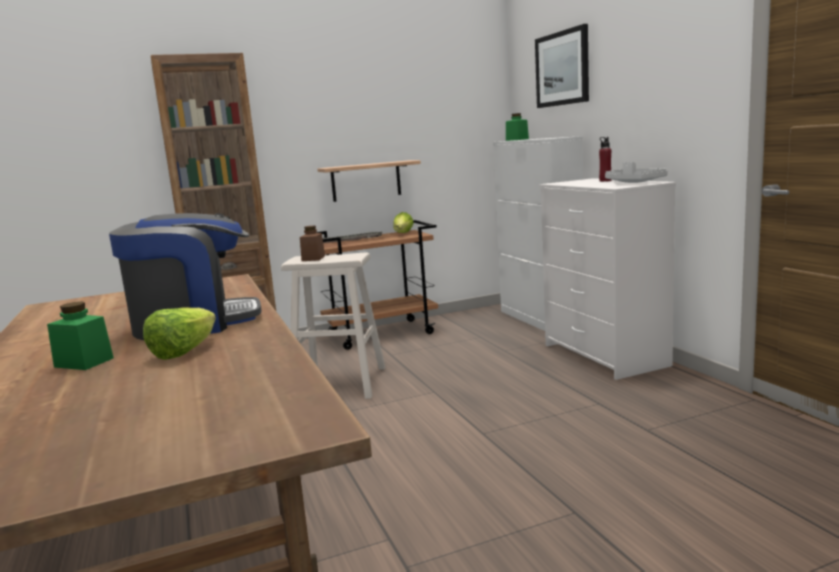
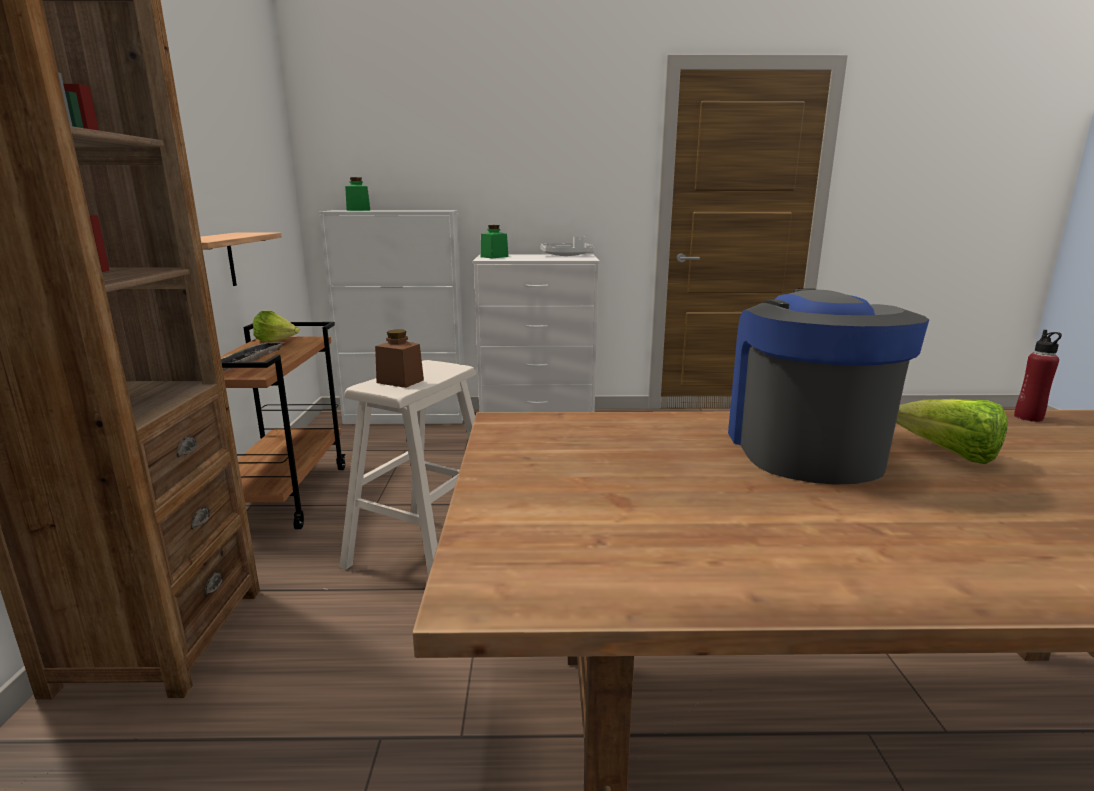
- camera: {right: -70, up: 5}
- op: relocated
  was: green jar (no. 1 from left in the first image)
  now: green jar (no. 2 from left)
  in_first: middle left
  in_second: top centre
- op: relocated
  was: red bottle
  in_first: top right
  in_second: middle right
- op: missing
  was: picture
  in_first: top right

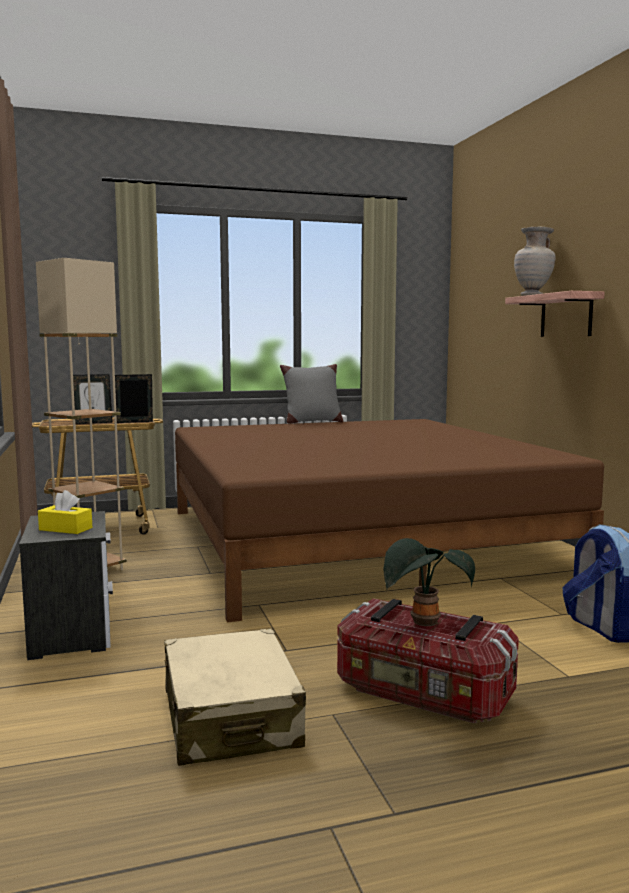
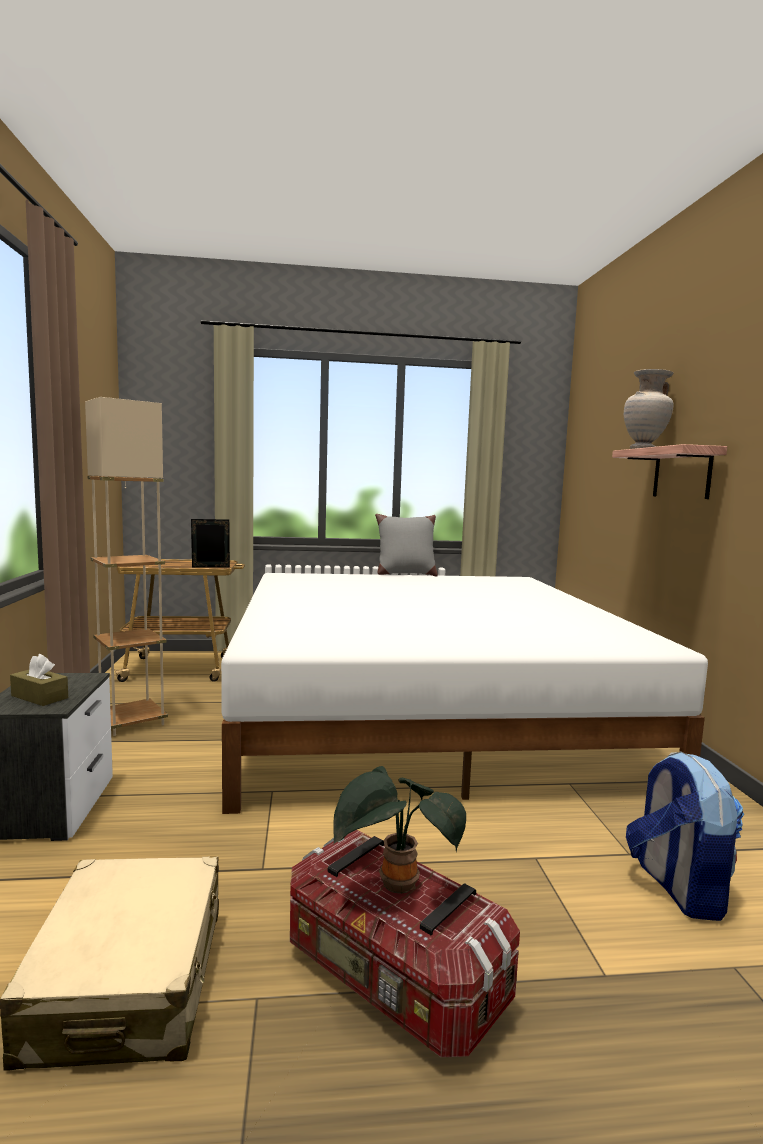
- camera: {right: 10, up: 0}
- op: colour
  was: yellow tissue box
  now: brown tissue box
  in_first: middle left
  in_second: middle left
- op: colour
  was: brown bed
  now: white bed
  in_first: centre
  in_second: centre
- op: missing
  was: picture frame (no. 1 from left)
  in_first: middle left

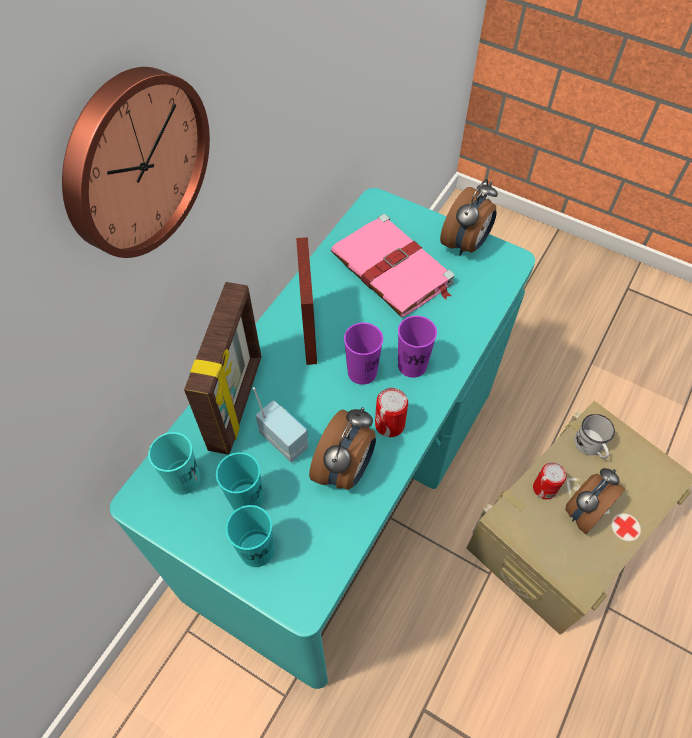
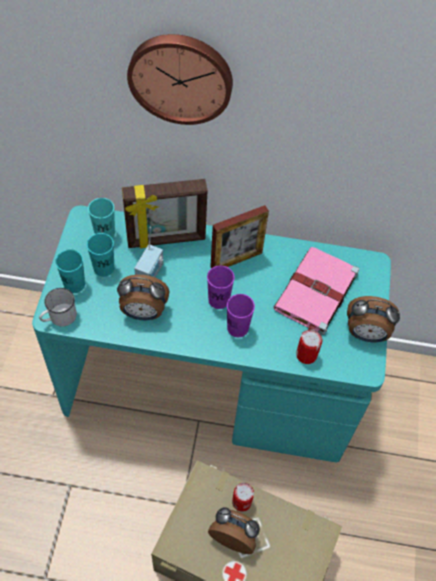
- camera: {right: 65, up: 0}
- op: relocated
  was: white mug
  in_first: middle right
  in_second: middle left
- op: relocated
  was: can (no. 1 from left in the first image)
  now: can (no. 2 from left)
  in_first: centre
  in_second: middle right

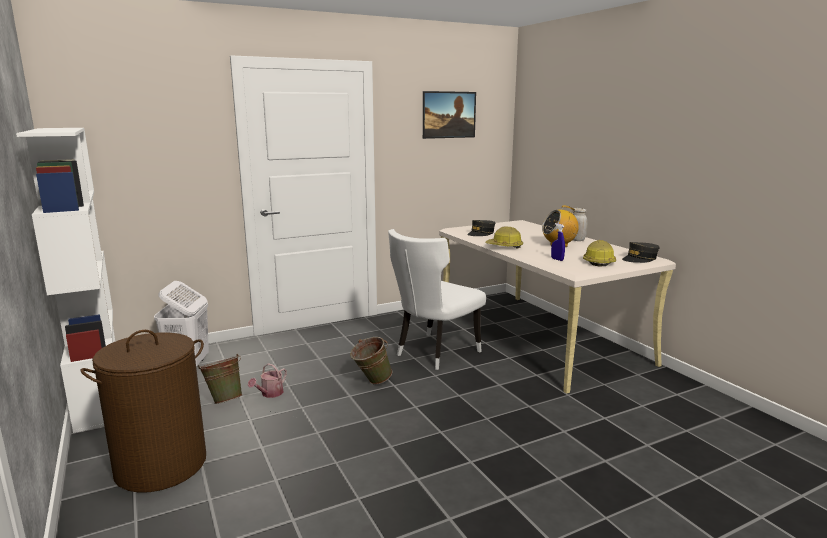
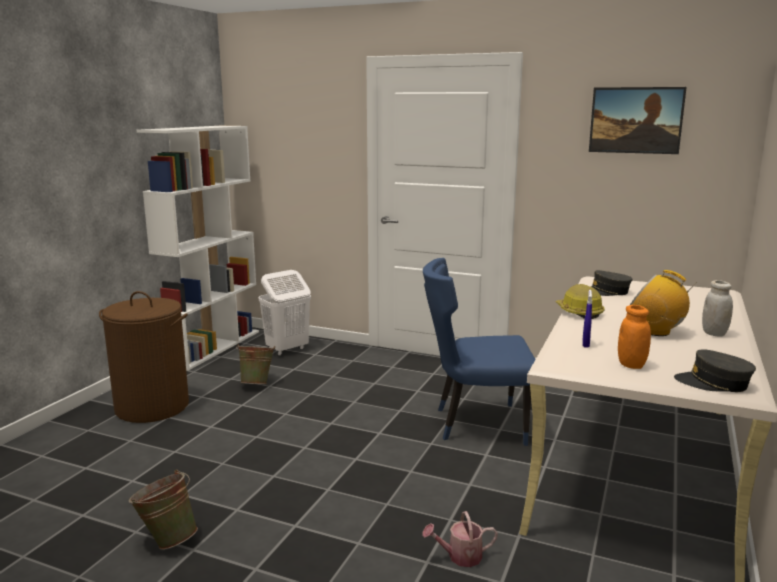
- camera: {right: 50, up: 0}
- op: relocated
  was: green bucket (no. 2 from left in the first image)
  now: green bucket (no. 1 from left)
  in_first: bottom centre
  in_second: bottom left
- op: relocated
  was: watering can
  in_first: bottom left
  in_second: bottom centre
- op: colour
  was: white chair
  now: blue chair
  in_first: centre
  in_second: centre
- op: exchanged
  was: hard hat (no. 2 from left)
  now: orange jar
  in_first: middle right
  in_second: middle right

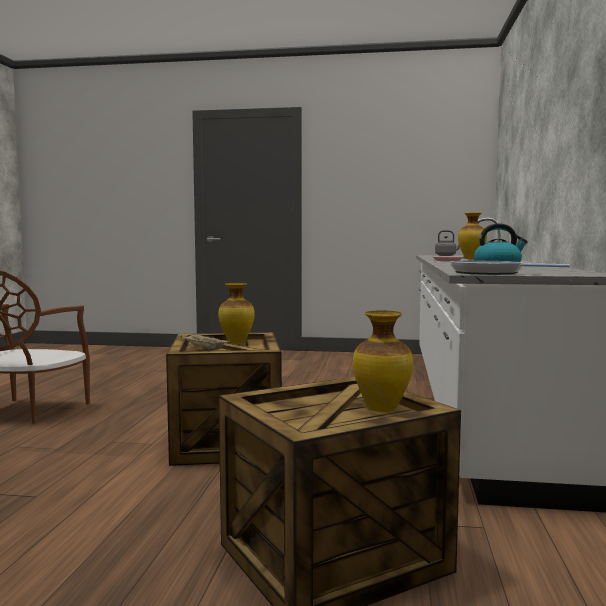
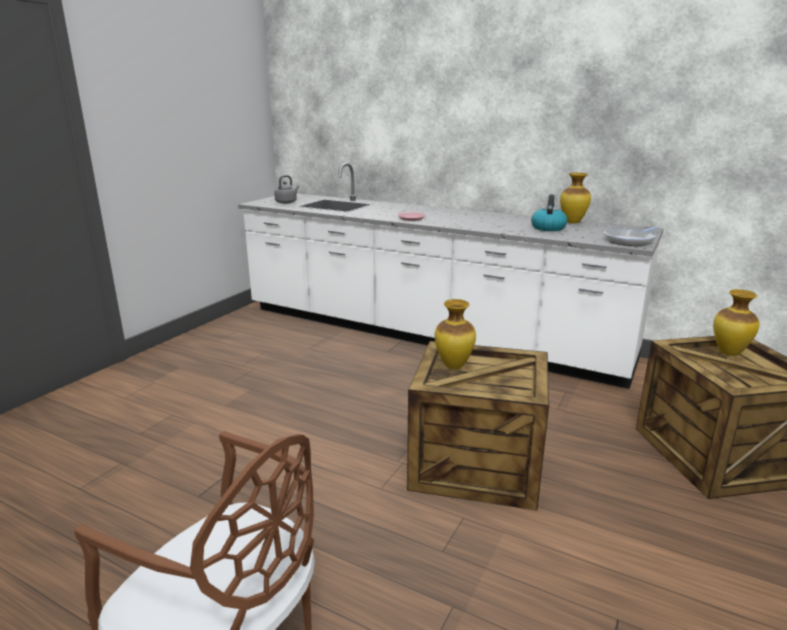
- camera: {right: -70, up: 15}
- op: relocated
  was: vase (no. 3 from left in the first image)
  now: vase (no. 2 from left)
  in_first: middle right
  in_second: top right
- op: missing
  was: beige tray
  in_first: centre

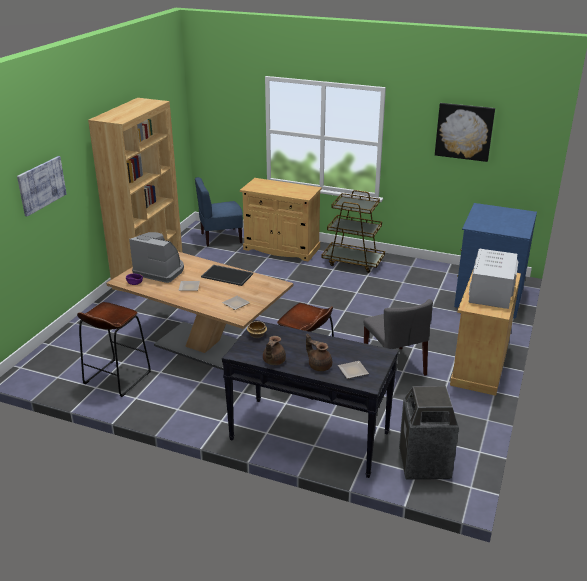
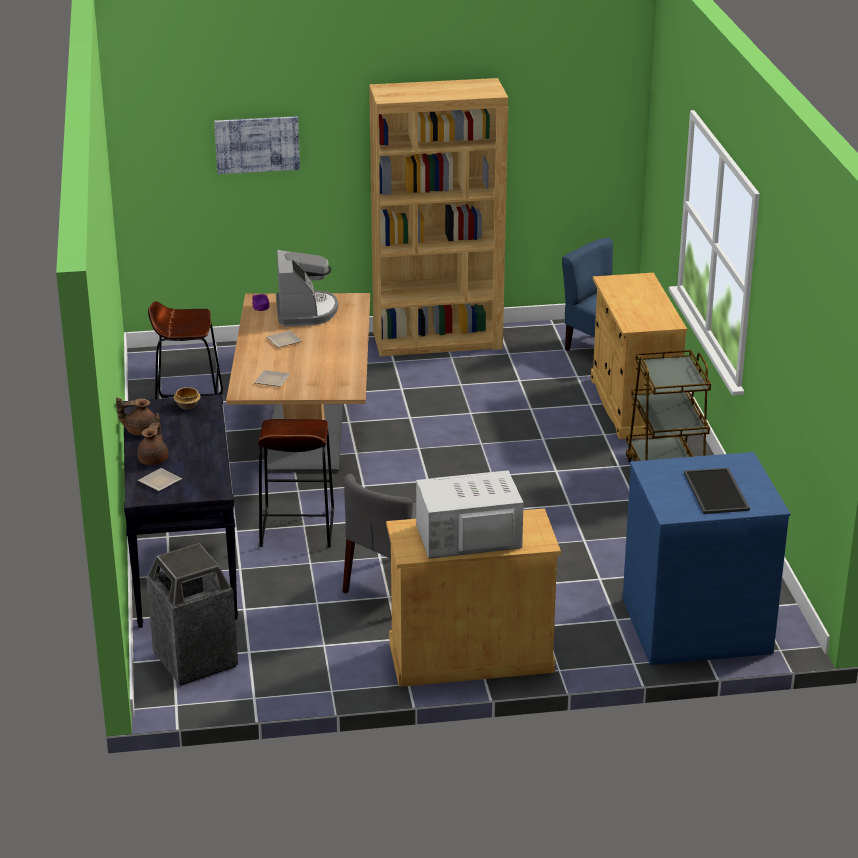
- camera: {right: 60, up: 0}
- op: relocated
  was: tray
  in_first: centre
  in_second: middle right
- op: missing
  was: picture (no. 2 from left)
  in_first: top right

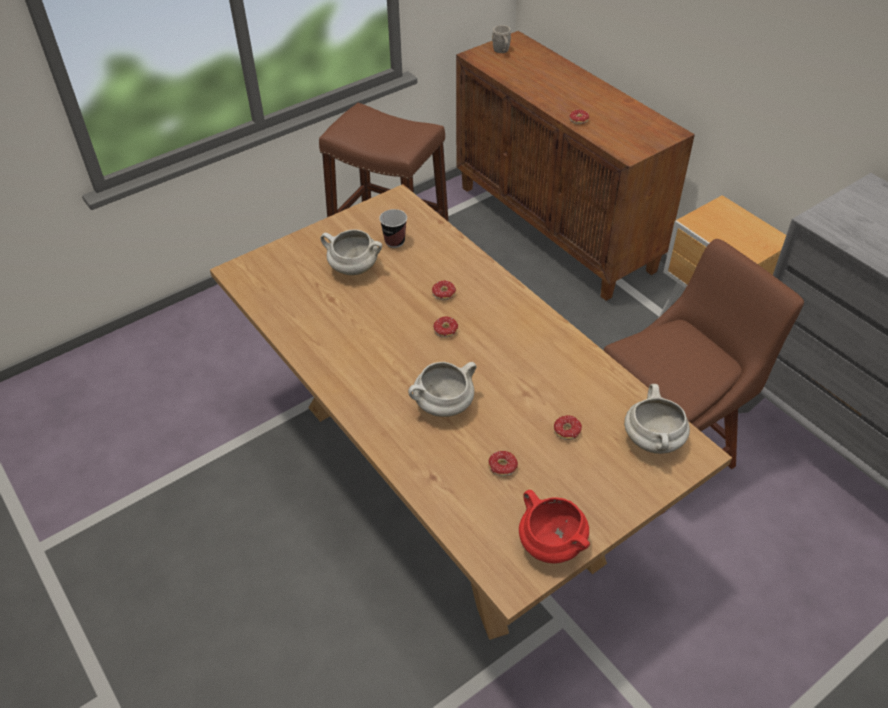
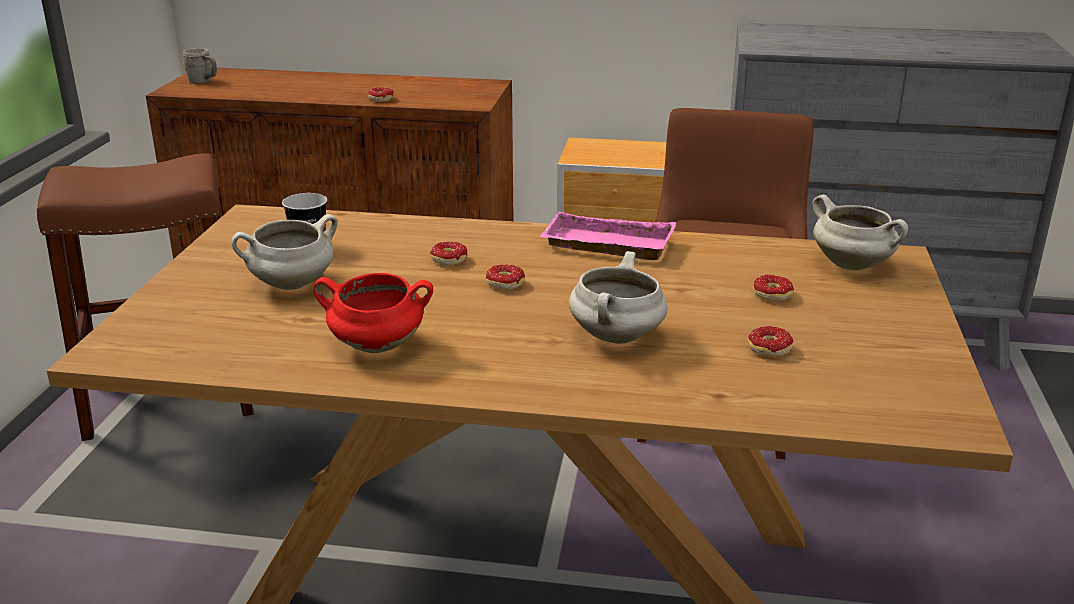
- camera: {right: -45, up: -20}
- op: relocated
  was: red cooking pot
  in_first: bottom centre
  in_second: centre
- op: appeared
  now: pink tray
  in_second: centre

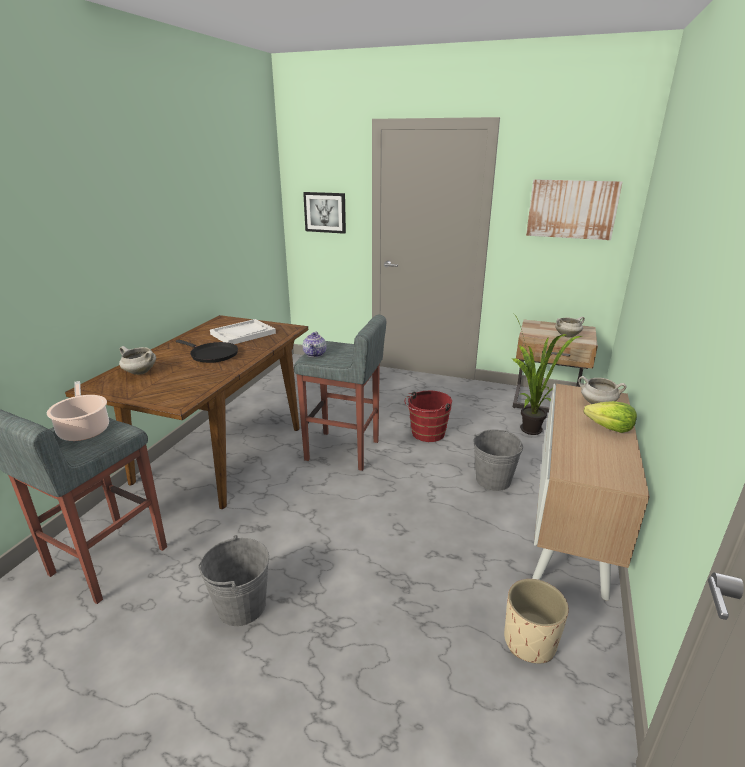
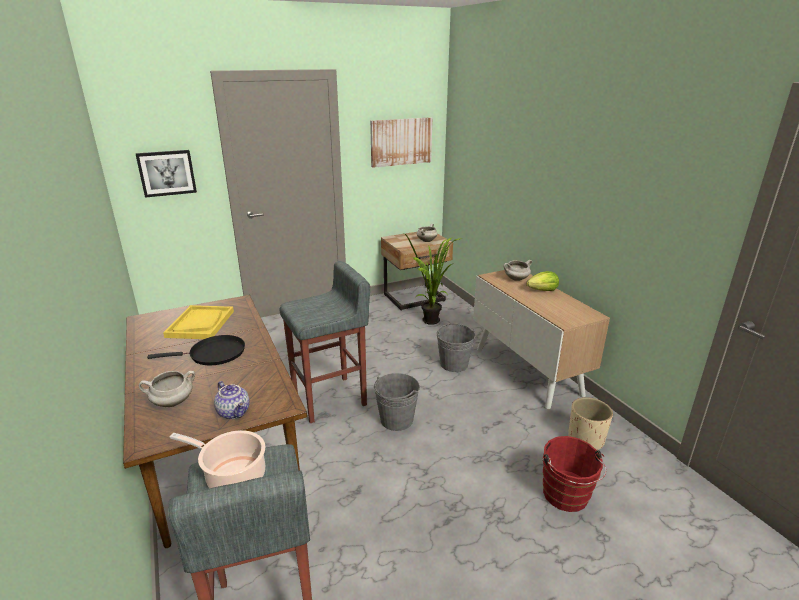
- camera: {right: -45, up: 0}
- op: colour
  was: white tray
  now: yellow tray
  in_first: middle left
  in_second: middle left
- op: relocated
  was: teapot
  in_first: centre
  in_second: bottom left
- op: relocated
  was: grey bucket (no. 1 from left)
  in_first: bottom left
  in_second: bottom centre
- op: relocated
  was: red bucket
  in_first: centre
  in_second: bottom right

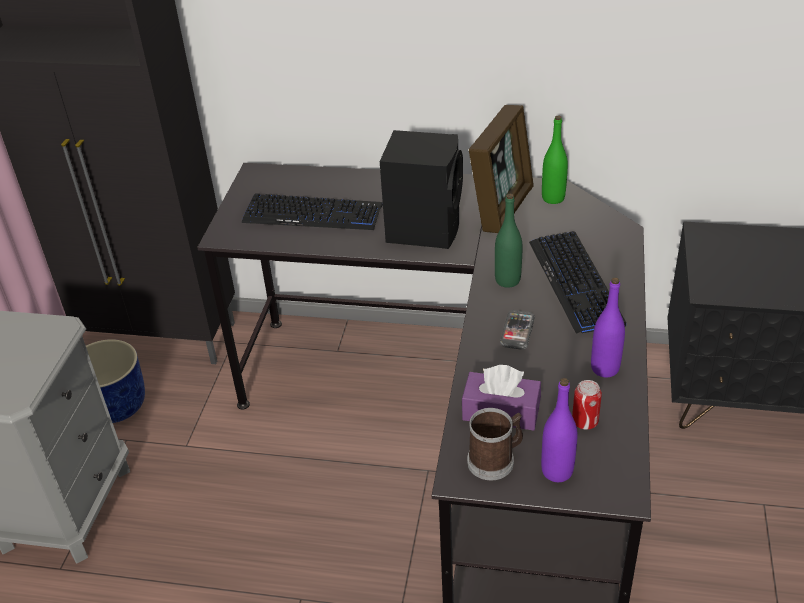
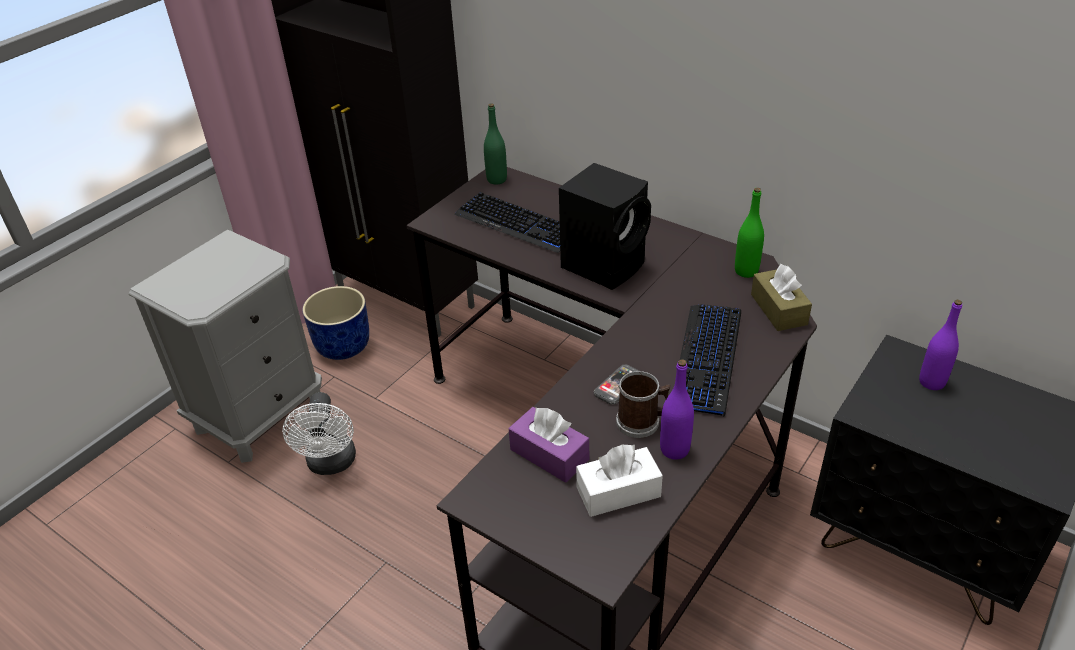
- camera: {right: 25, up: 0}
- op: appeared
  now: white fan
  in_second: middle left
- op: relocated
  was: green bottle (no. 1 from left)
  in_first: centre
  in_second: top centre
- op: exchanged
  was: can
  now: white tissue box
  in_first: bottom right
  in_second: bottom centre
- op: relocated
  was: mug
  in_first: bottom centre
  in_second: centre
- op: appeared
  now: brown tissue box
  in_second: middle right
- op: relocated
  was: purple bottle (no. 1 from left in the first image)
  now: purple bottle (no. 2 from left)
  in_first: bottom right
  in_second: middle right
- op: missing
  was: picture frame
  in_first: top centre

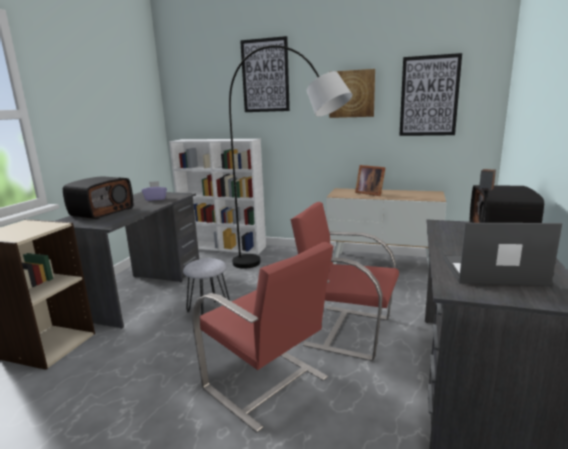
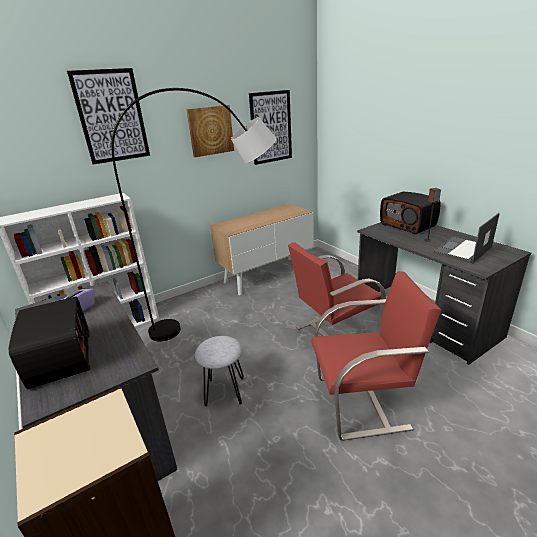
- camera: {right: -50, up: 10}
- op: missing
  was: picture frame
  in_first: centre

